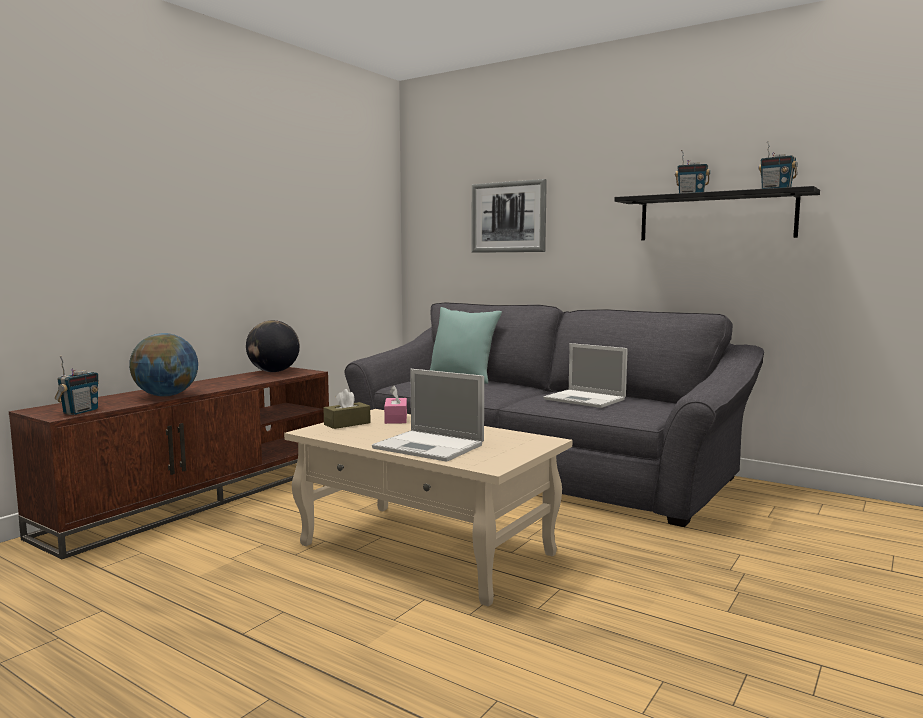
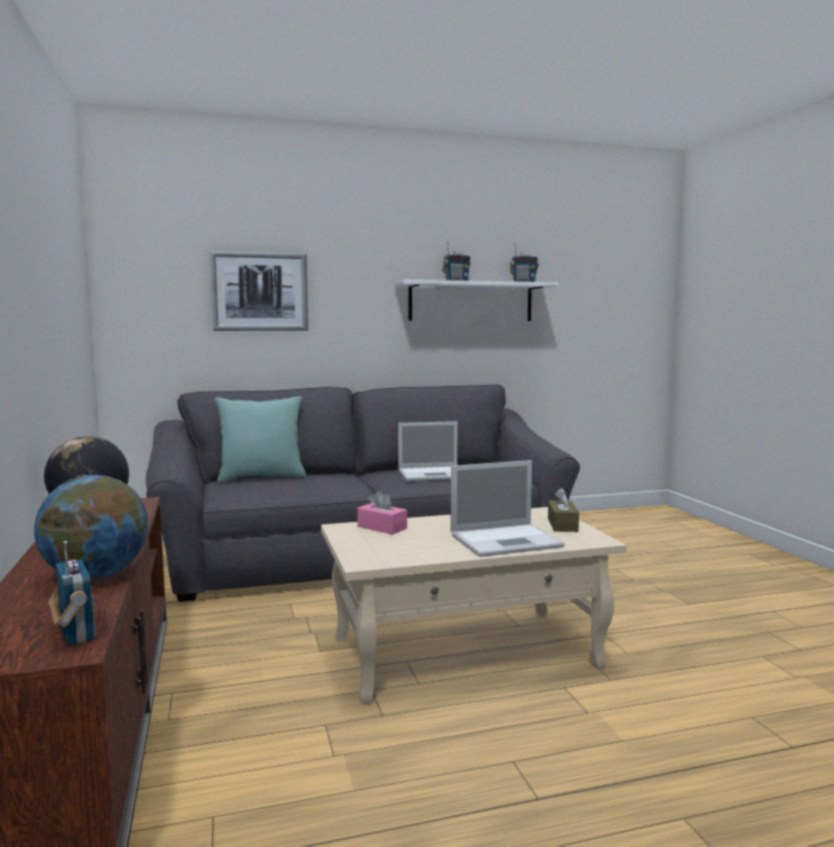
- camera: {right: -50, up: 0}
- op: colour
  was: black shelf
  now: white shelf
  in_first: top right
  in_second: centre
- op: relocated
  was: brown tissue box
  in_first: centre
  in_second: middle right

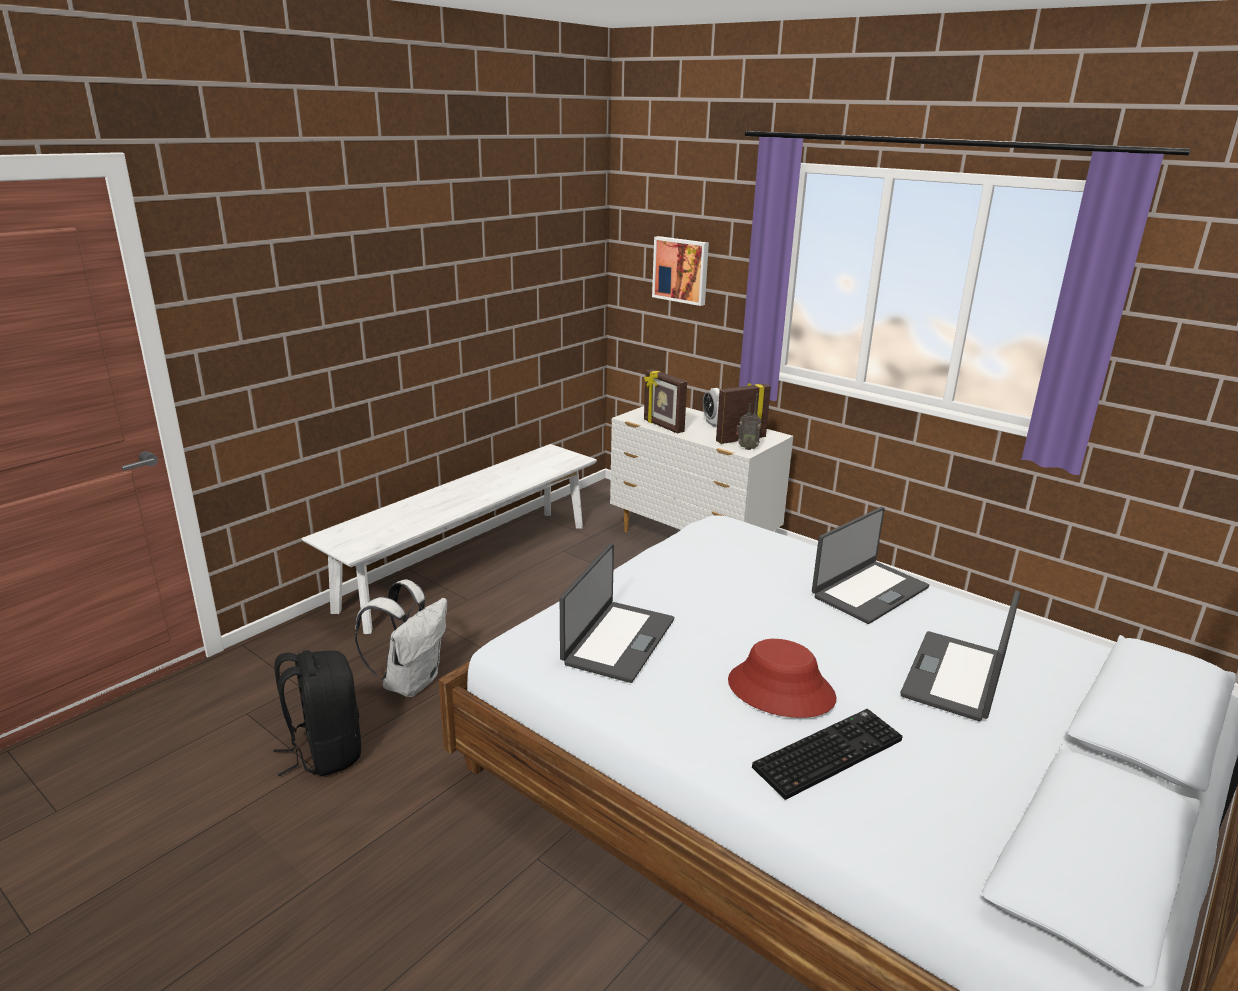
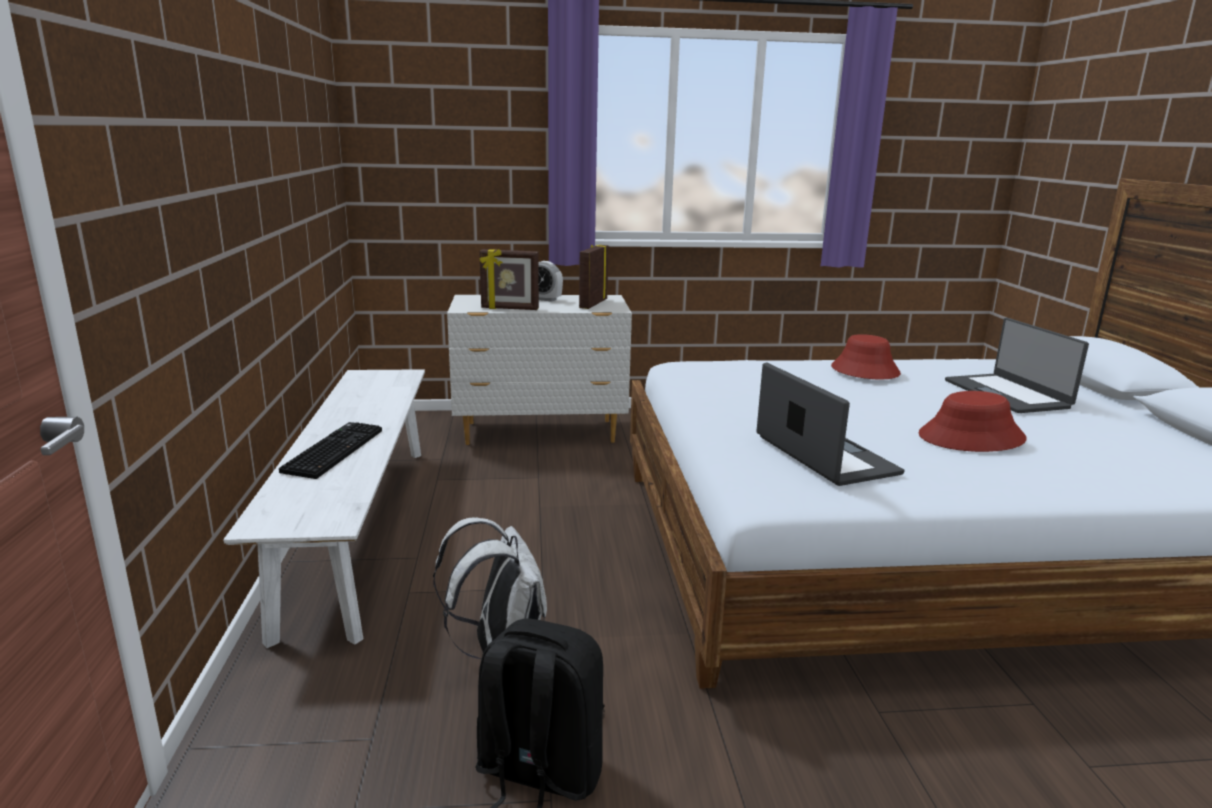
- camera: {right: -45, up: -5}
- op: relocated
  was: keyboard
  in_first: bottom right
  in_second: middle left
- op: exchanged
  was: laptop (no. 2 from left)
  now: red hat (no. 1 from left)
  in_first: middle right
  in_second: middle right
- op: missing
  was: picture
  in_first: top centre
- op: missing
  was: radio
  in_first: centre

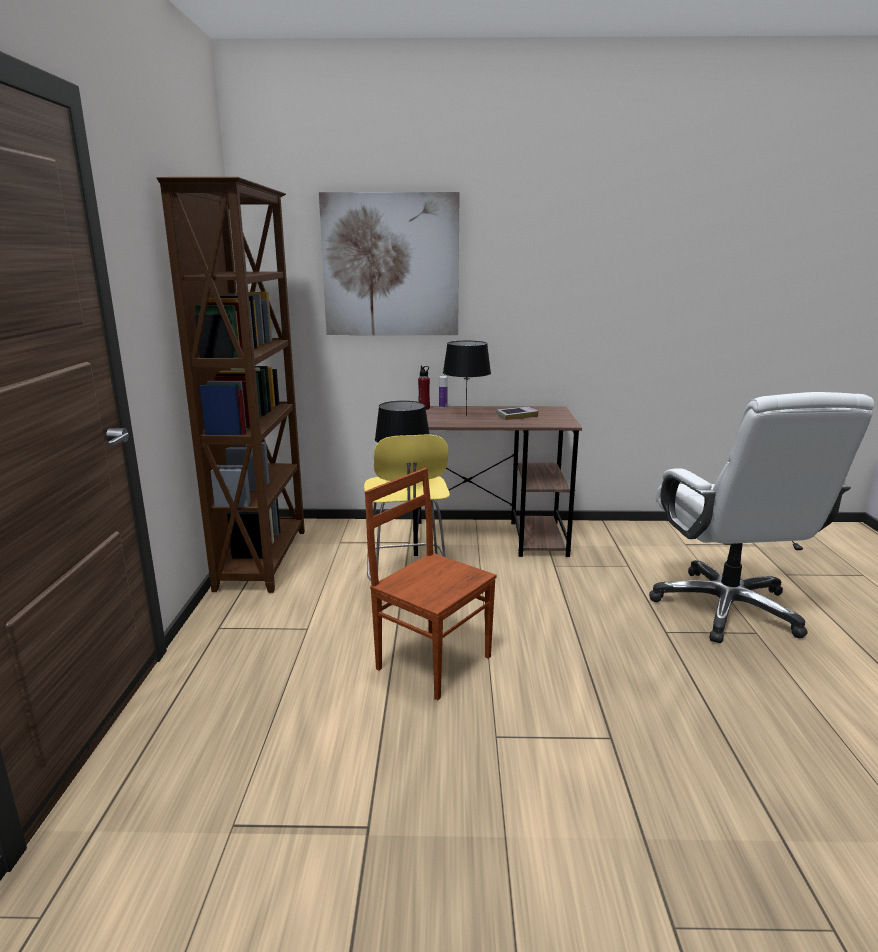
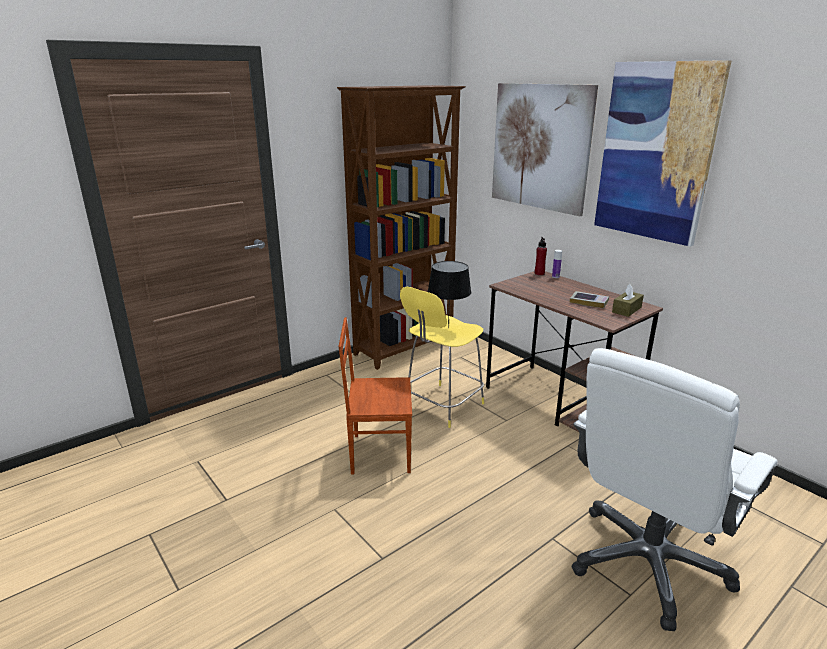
- camera: {right: 50, up: 5}
- op: spun
  was: brown chair
  in_first: centre
  in_second: centre
  clockwise: -90
- op: appeared
  now: picture (no. 2 from left)
  in_second: top right
- op: appeared
  now: brown tissue box
  in_second: middle right
- op: missing
  was: black table lamp (no. 2 from left)
  in_first: centre

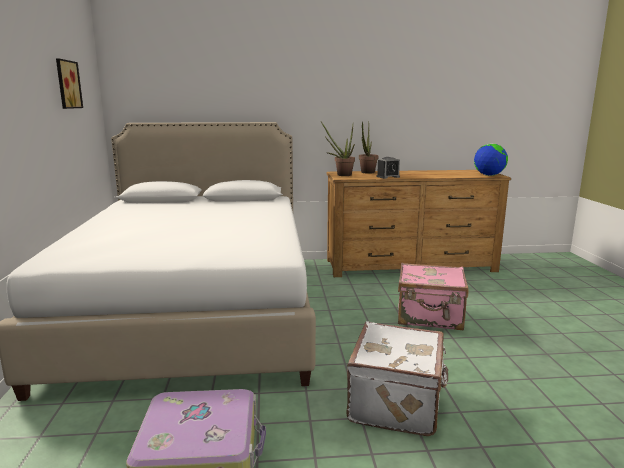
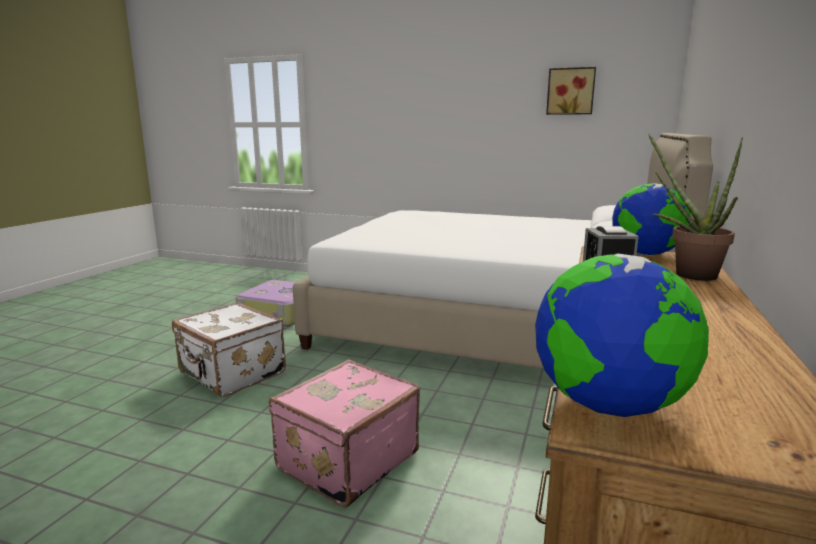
- camera: {right: 115, up: 0}
- op: exchanged
  was: potted plant (no. 1 from left)
  now: globe (no. 2 from left)
  in_first: top centre
  in_second: middle right

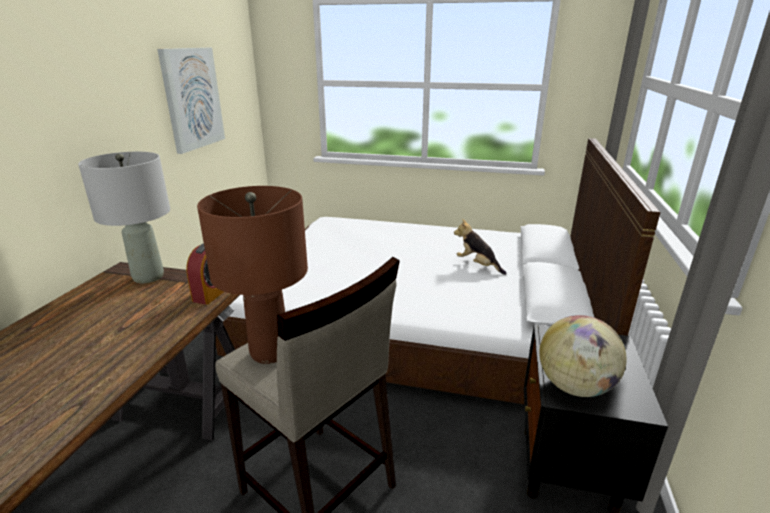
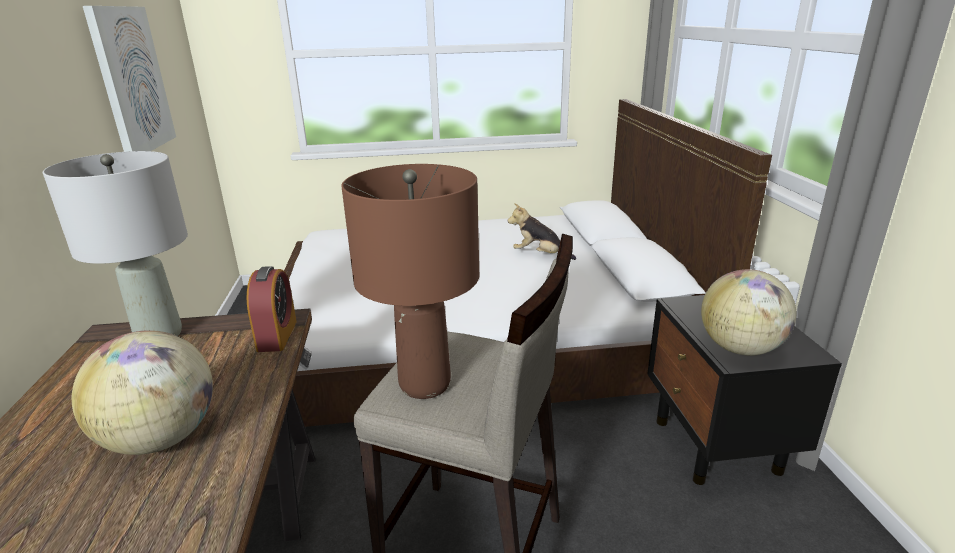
- camera: {right: -20, up: 0}
- op: appeared
  now: globe (no. 1 from left)
  in_second: bottom left

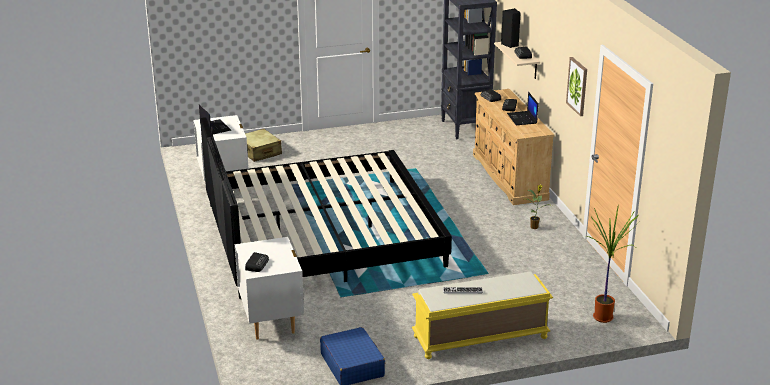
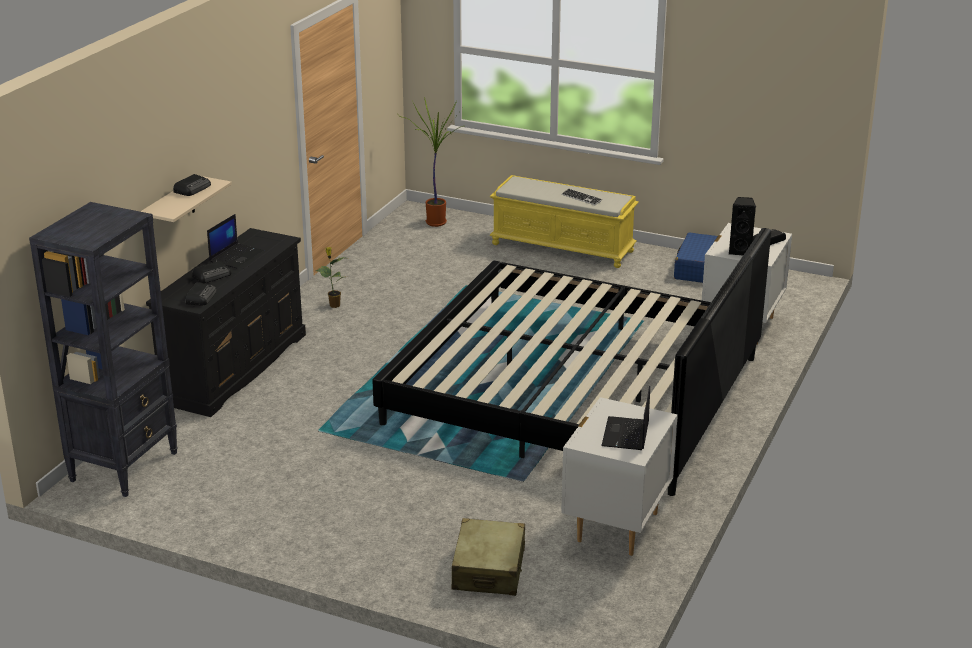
- camera: {right: -140, up: 0}
- op: colour
  was: beige dresser
  now: black dresser
  in_first: middle right
  in_second: middle left
- op: relocated
  was: black speaker
  in_first: top centre
  in_second: middle right
- op: missing
  was: picture
  in_first: top right

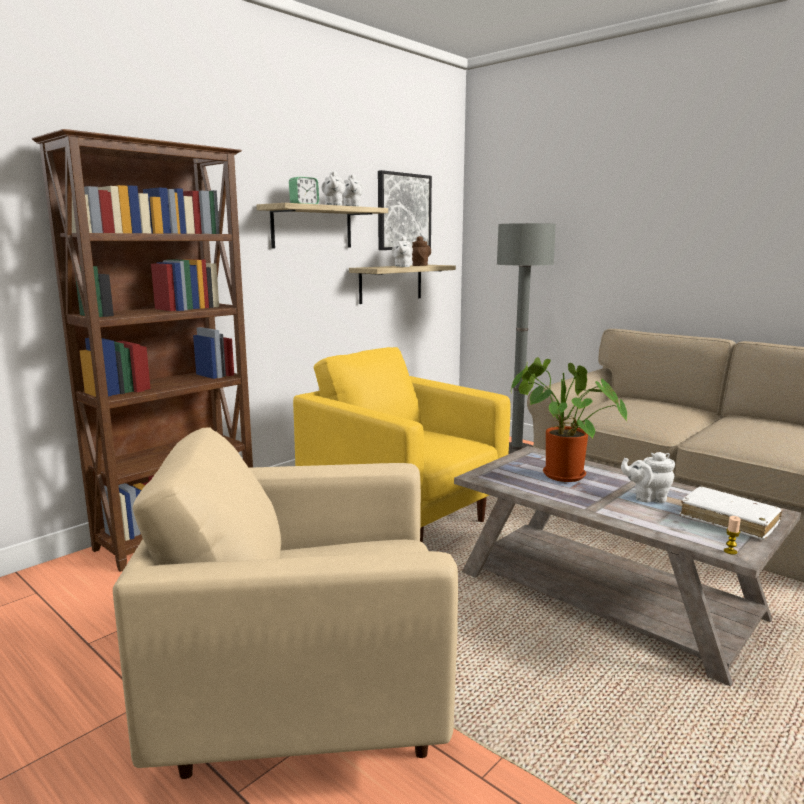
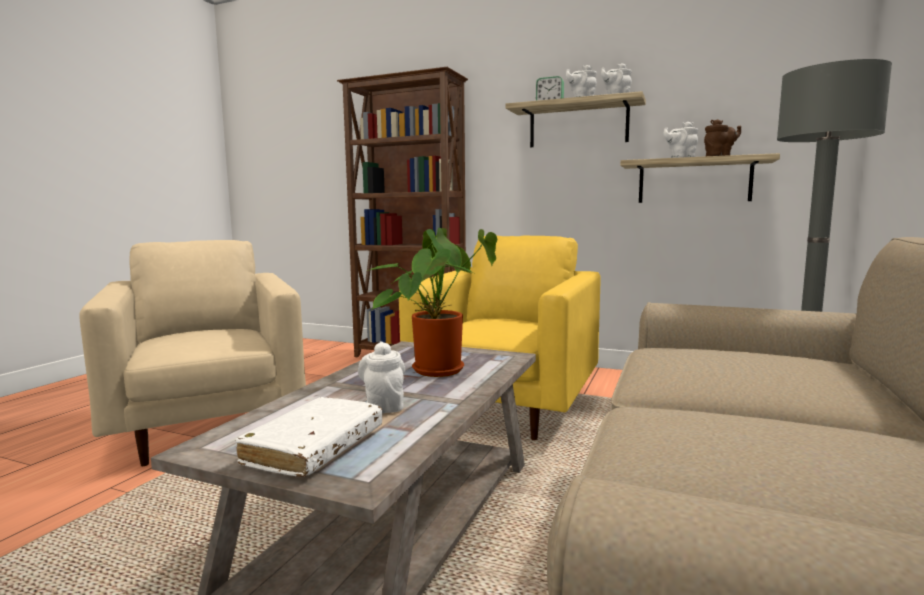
- camera: {right: 70, up: -5}
- op: missing
  was: picture
  in_first: top centre
- op: missing
  was: candle
  in_first: middle right

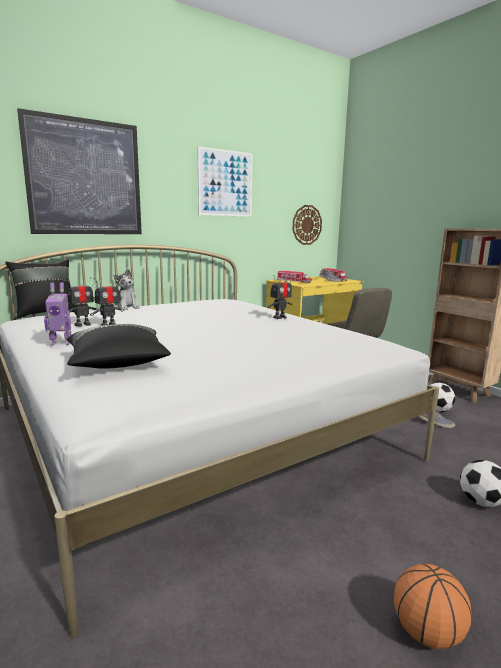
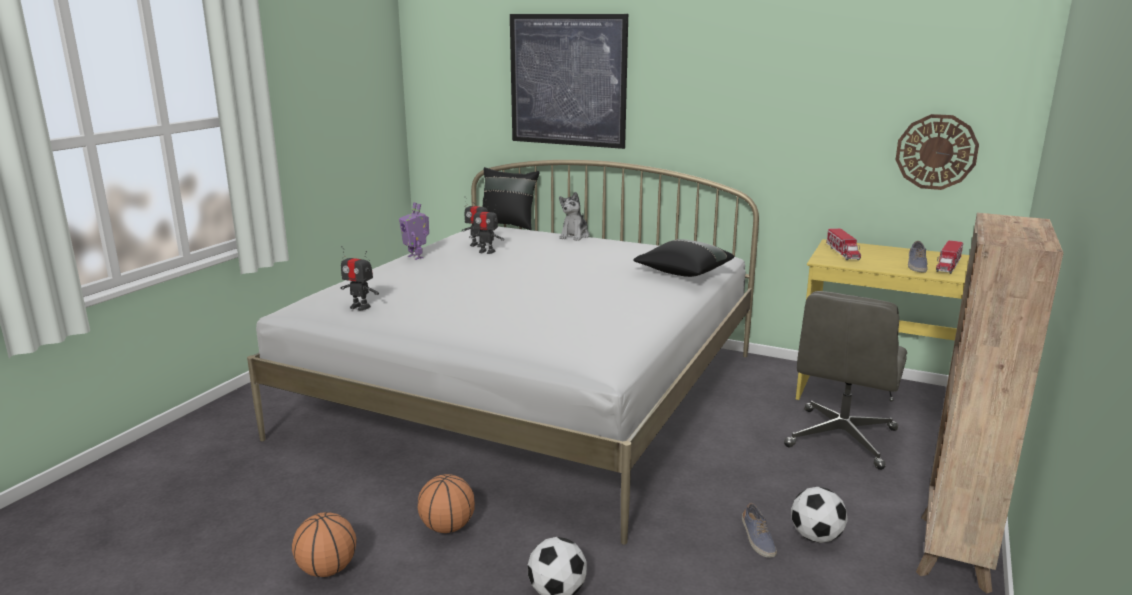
- camera: {right: 60, up: 5}
- op: relocated
  was: toy robot (no. 4 from left in the first image)
  now: toy robot (no. 1 from left)
  in_first: centre
  in_second: middle left
- op: appeared
  now: basketball (no. 2 from left)
  in_second: bottom centre
- op: relocated
  was: black pillow (no. 2 from left)
  in_first: middle left
  in_second: centre
- op: missing
  was: picture (no. 2 from left)
  in_first: top centre

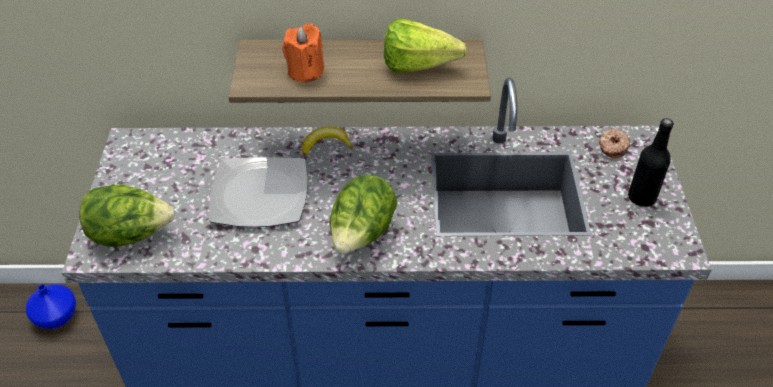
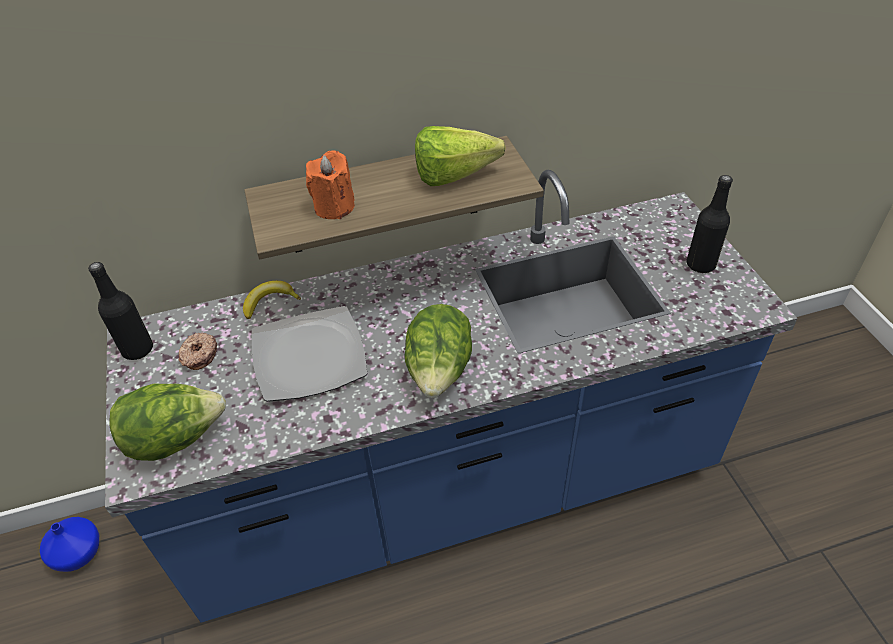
- camera: {right: -15, up: 0}
- op: appeared
  now: black bottle (no. 1 from left)
  in_second: middle left
- op: relocated
  was: donut
  in_first: middle right
  in_second: middle left
- op: relocated
  was: banana
  in_first: centre
  in_second: middle left

